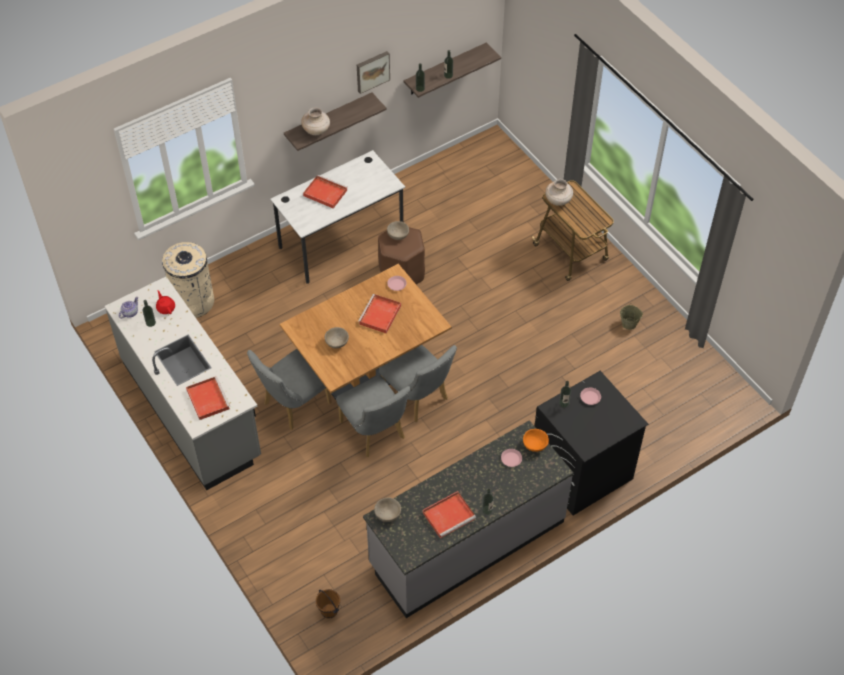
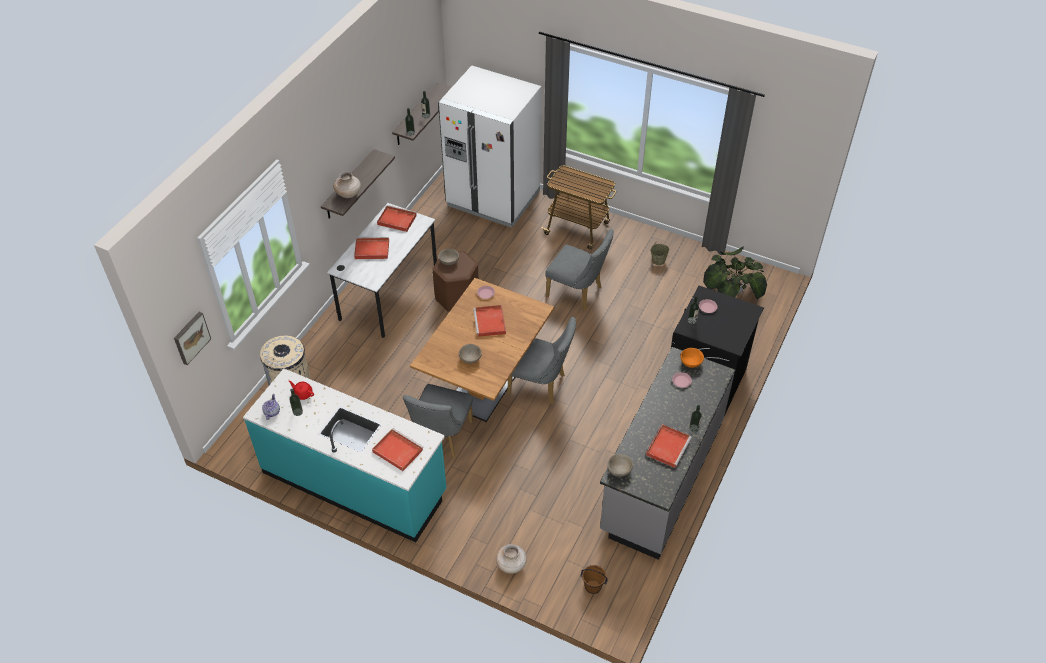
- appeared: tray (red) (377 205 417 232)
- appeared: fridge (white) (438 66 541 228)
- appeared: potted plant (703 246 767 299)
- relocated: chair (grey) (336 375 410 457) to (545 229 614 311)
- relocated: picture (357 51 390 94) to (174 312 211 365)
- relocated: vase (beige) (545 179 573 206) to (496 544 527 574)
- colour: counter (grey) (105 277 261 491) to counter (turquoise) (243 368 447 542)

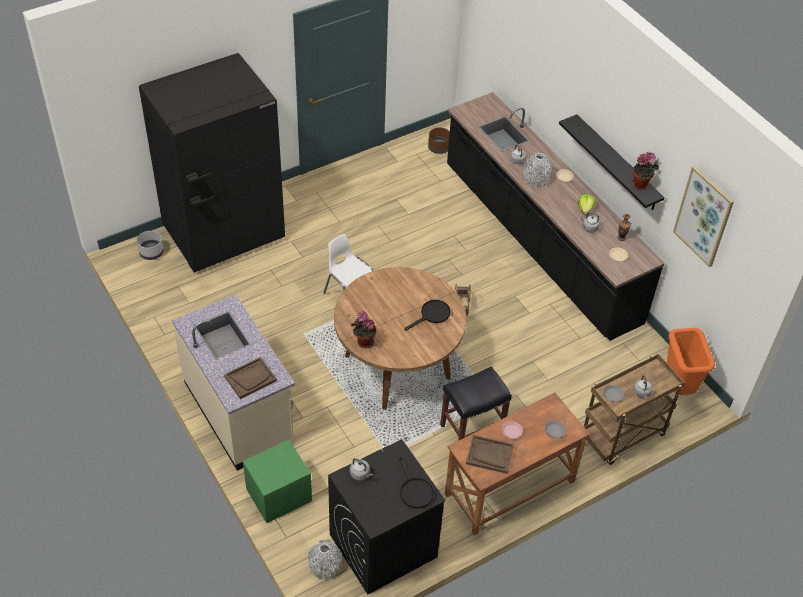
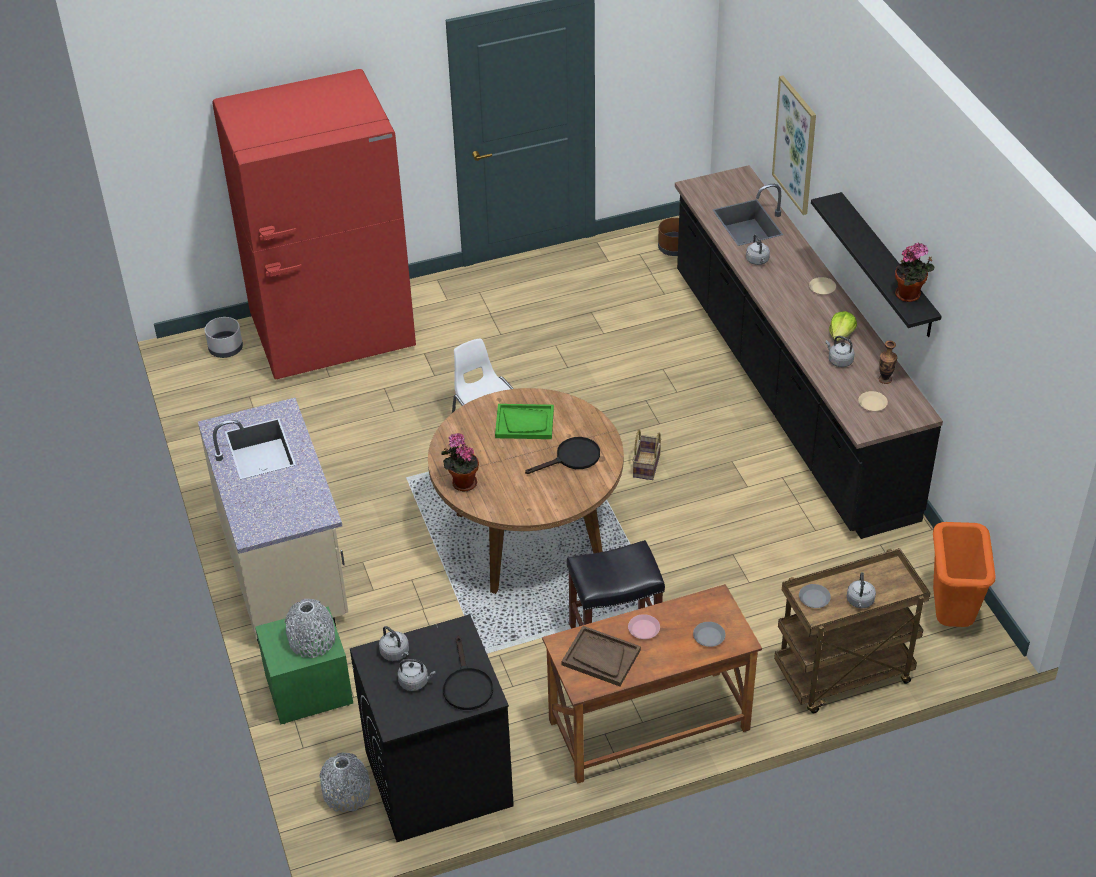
- missing: tray (brown) (224 357 277 399)
- appeared: kettle (grey) (398 659 435 691)
- appeared: tray (green) (495 404 554 439)
- relocated: vase (grey) (523 153 552 187) to (285 599 335 658)
- relocated: picture (673 166 734 267) to (772 75 816 215)
- colour: fridge (black) (139 53 285 272) to fridge (red) (212 69 416 380)

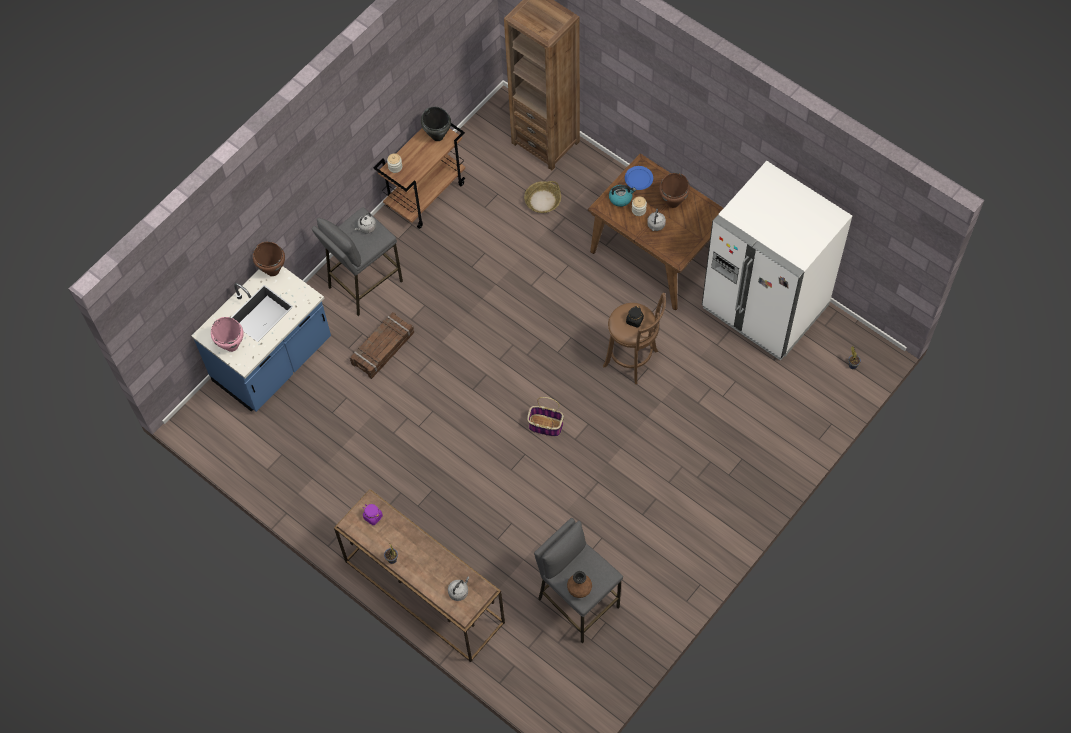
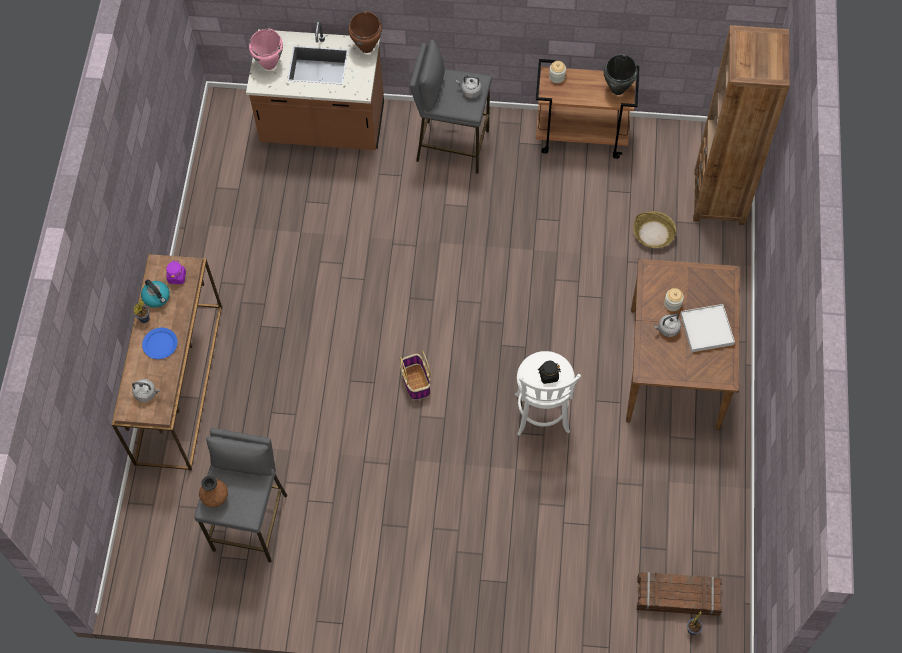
- missing: fridge (white) (702 161 852 361)
- relocated: crate (350 312 414 379) to (637 572 722 616)
- relocated: kettle (609 185 636 207) to (141 279 170 308)
- relocated: plate (blue) (625 166 653 190) to (142 328 178 359)
- exchanged: cooking pot (brown) (659 173 690 208) to tray (white) (680 304 735 352)
- colour: counter (blue) (192 266 331 412) to counter (brown) (246 21 384 150)
- colour: stool (brown) (603 293 666 384) to stool (white) (515 351 581 436)

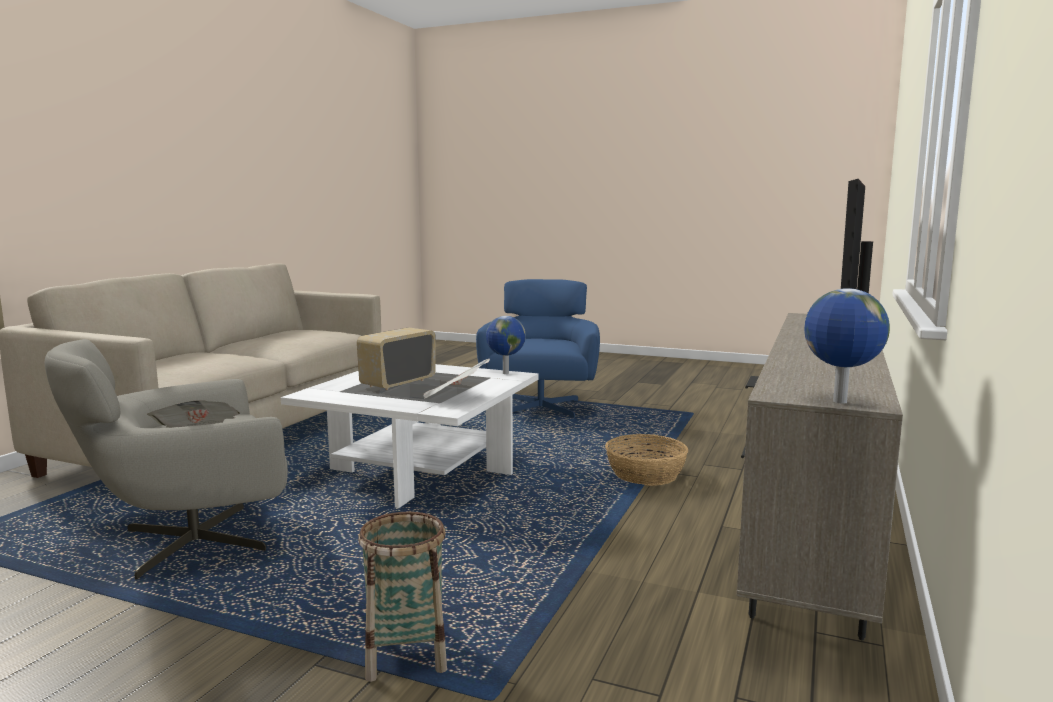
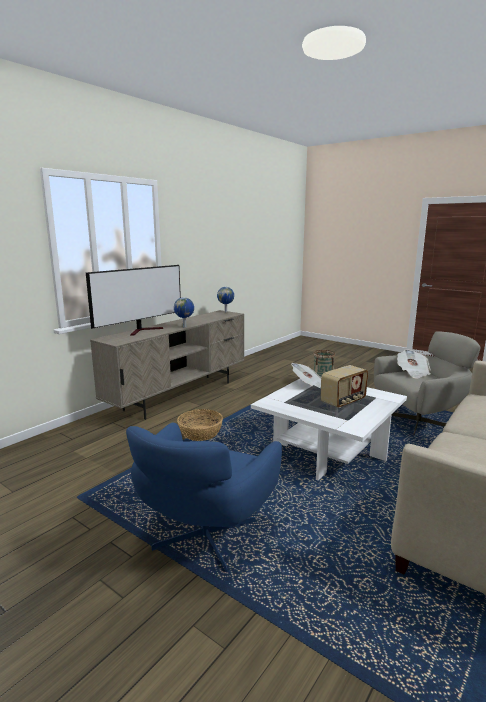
- relocated: globe (486 316 526 374) to (174 297 194 328)

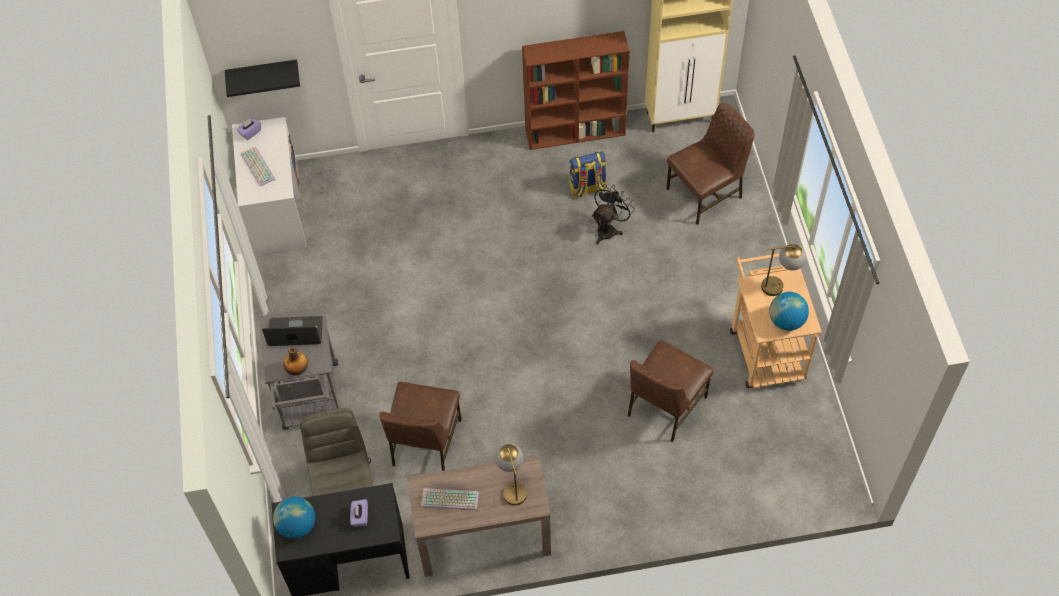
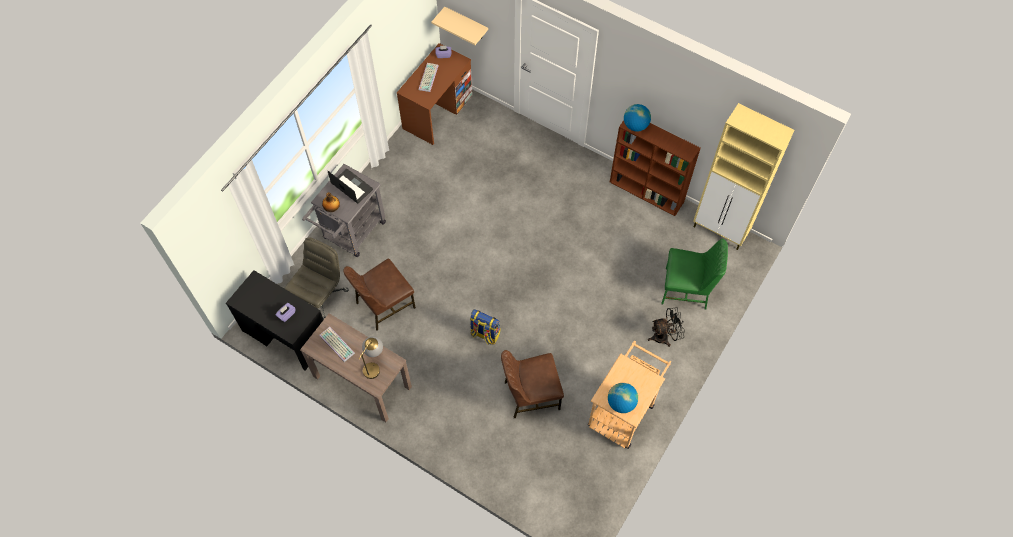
- missing: table lamp (761 244 806 296)
- relocated: globe (273 497 315 539) to (624 104 651 132)
- relocated: backpack (569 151 606 198) to (470 309 501 345)
- relocated: fan (black) (592 184 635 244) to (648 307 685 347)
- colour: shelf (black) (225 59 300 97) to shelf (beige) (431 7 488 45)
- colour: desk (white) (232 117 307 255) to desk (brown) (397 43 472 145)
- colour: chair (brown) (666 103 755 225) to chair (green) (661 239 728 309)

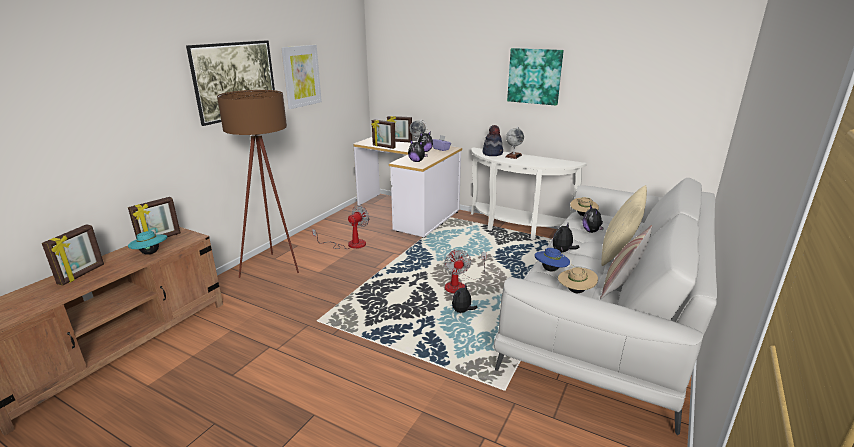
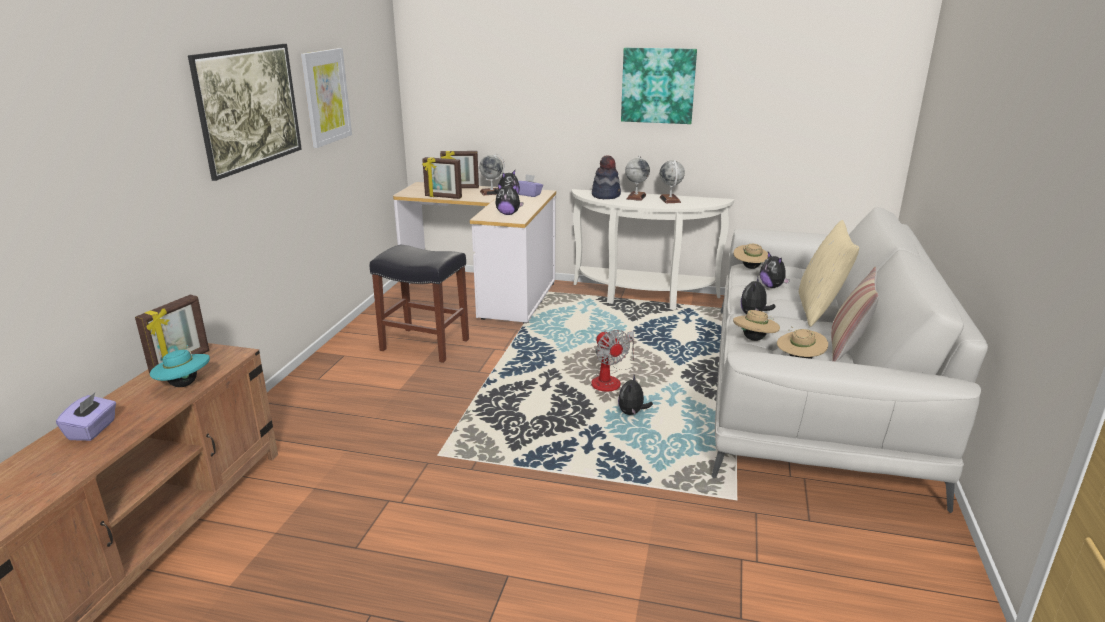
- missing: floor lamp (brown) (217 90 299 278)
- appeared: globe (660 160 685 203)
- exchanged: picture frame (42 225 104 286) to tissue box (purple) (56 393 116 441)
- exchanged: fan (312 205 369 249) to stool (black) (370 245 469 363)
- colour: hat (blue) (535 248 570 272) to hat (beige) (733 310 780 341)

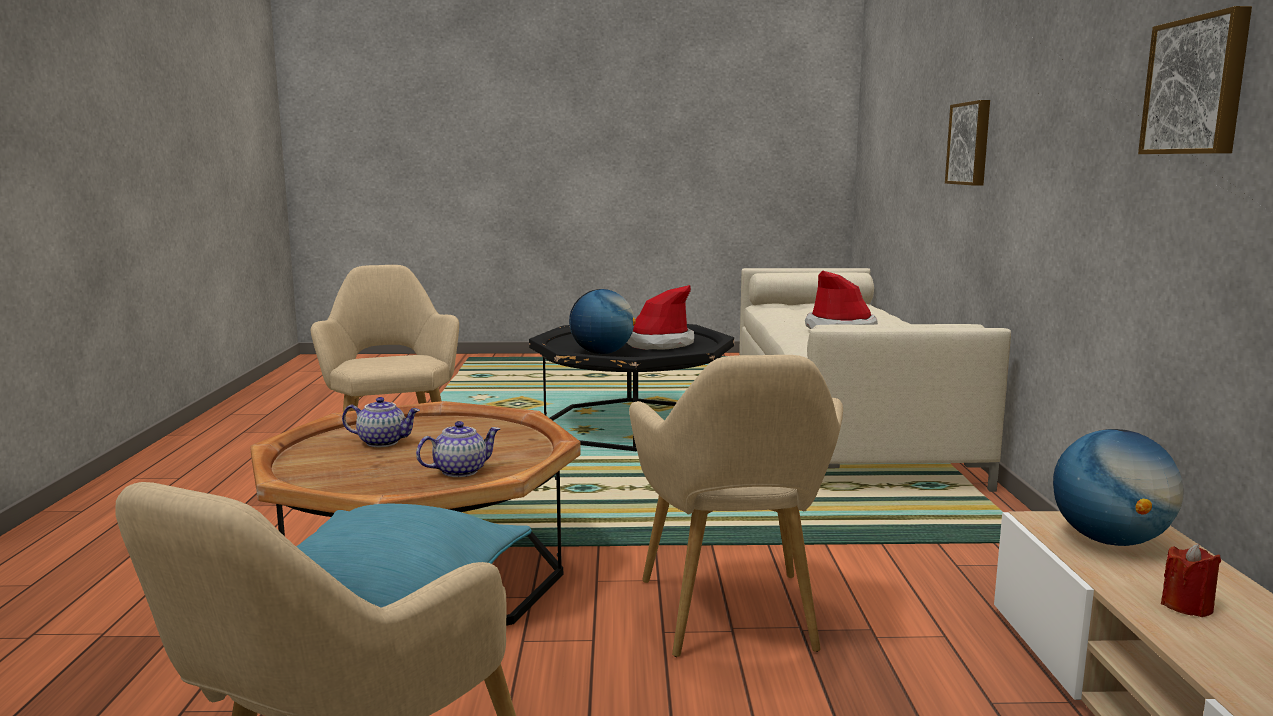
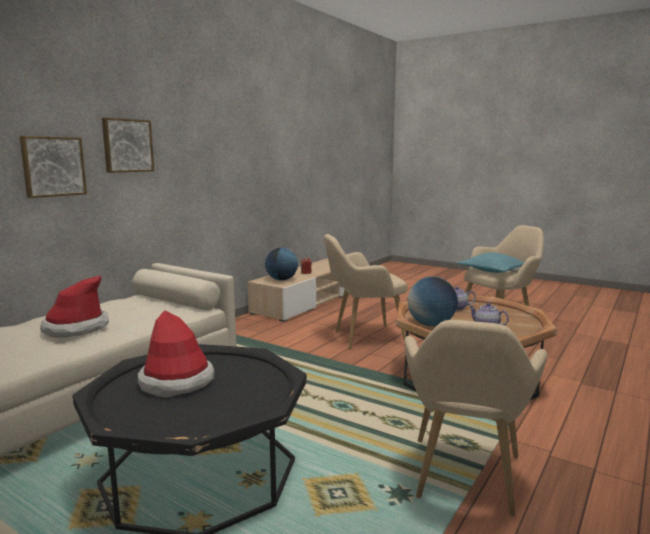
- relocated: globe (569 289 636 354) to (408 277 458 326)
- relocated: picture (1138 6 1252 154) to (102 118 154 173)
- spun: armchair (beige) (629 355 843 657) = (324 234 408 349) 135 degrees counterclockwise

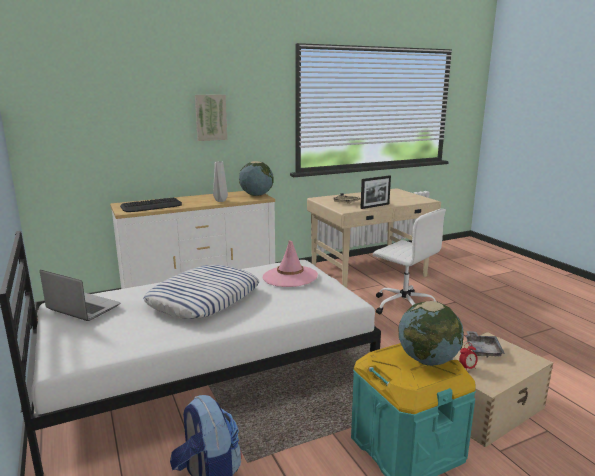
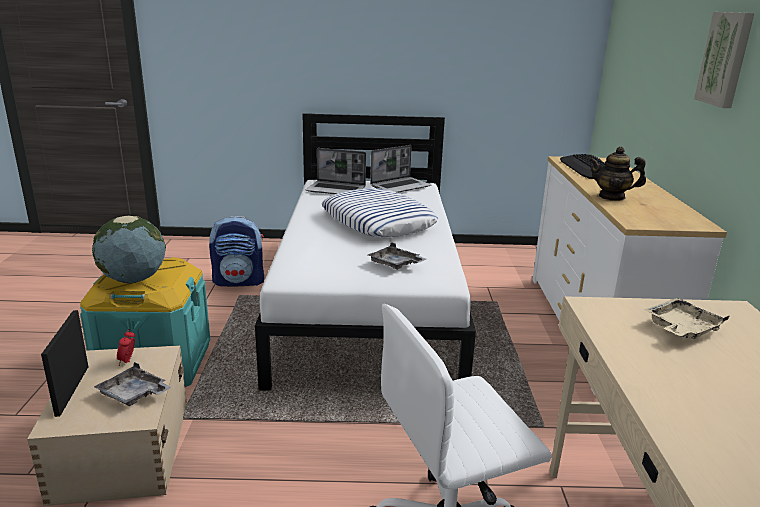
- missing: globe (239 161 274 196)
- appeared: laptop (306 148 366 194)
- relocated: picture frame (360 175 391 209) to (41 310 88 417)
- exchanged: vase (grey) (213 161 228 202) to teapot (589 147 646 201)
- exchanged: hat (pink) (263 241 318 287) to tray (grey) (368 243 426 270)

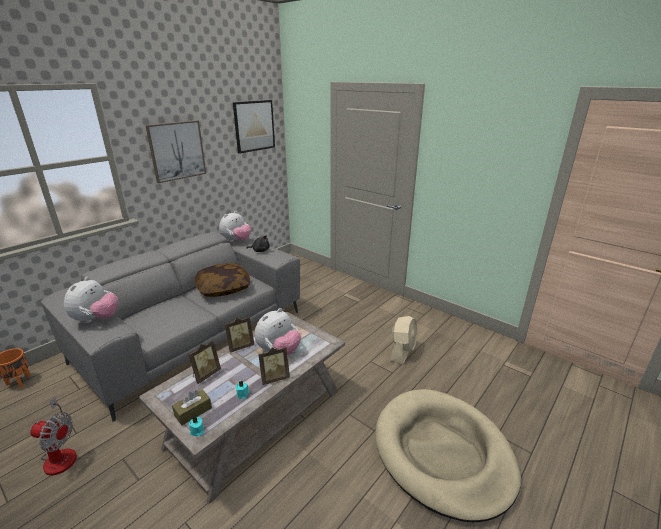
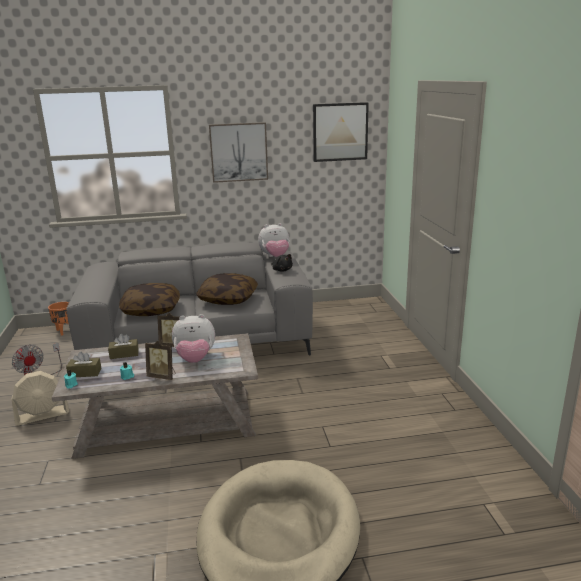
- missing: plush toy (64 277 119 323)
- appeared: pillow (119 283 180 316)
- relocated: fan (beige) (390 316 417 365) to (11 371 69 426)
- exchanged: picture frame (189 340 221 384) to tissue box (brown) (108 334 139 359)

